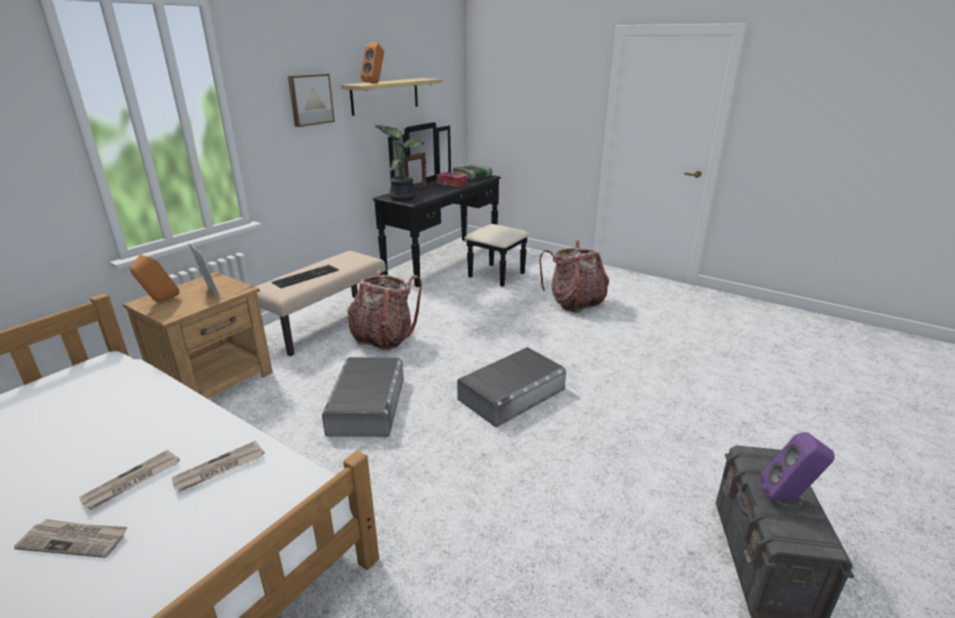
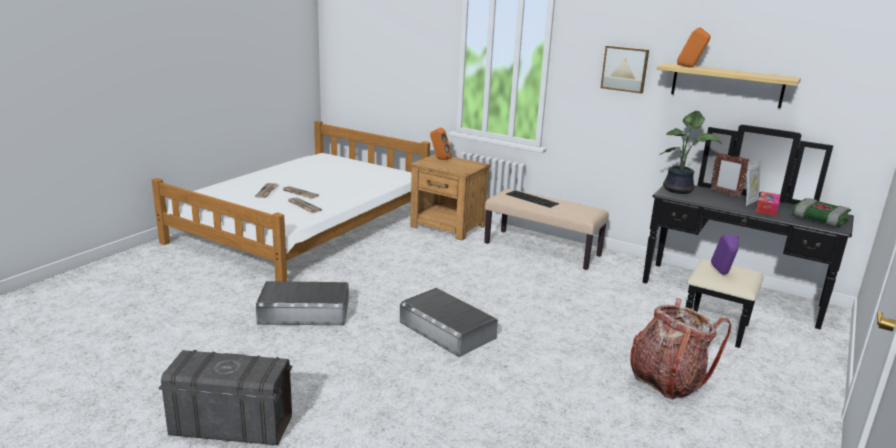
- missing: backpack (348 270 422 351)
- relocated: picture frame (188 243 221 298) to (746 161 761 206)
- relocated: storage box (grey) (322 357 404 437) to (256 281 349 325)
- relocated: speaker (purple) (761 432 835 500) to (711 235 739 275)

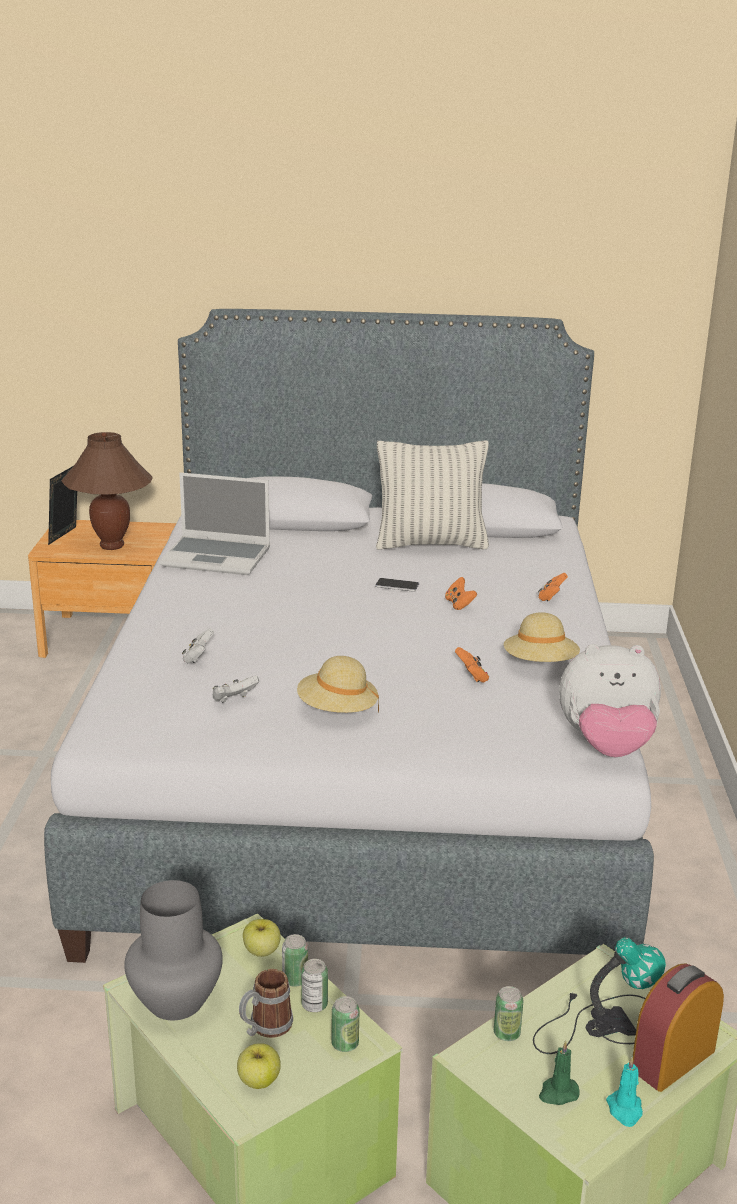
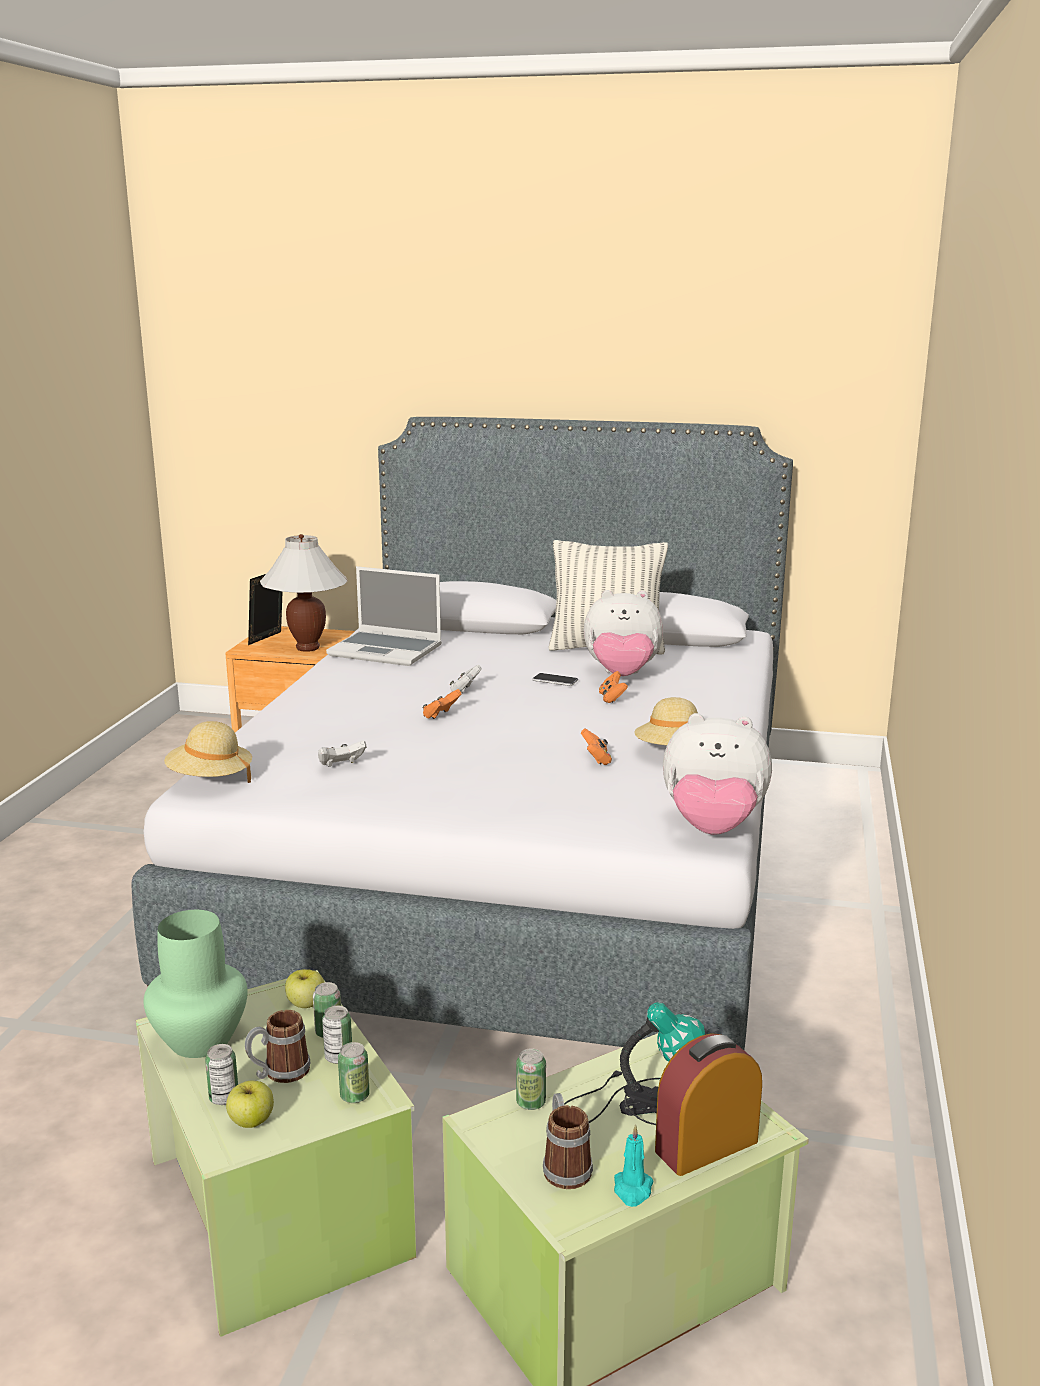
- appeared: can (205 1044 238 1105)
- appeared: plush toy (584 590 663 676)
- relocated: game controller (white) (182 628 214 663) to (450 665 482 693)
- relocated: hat (beige) (297 656 379 713) to (164 721 252 783)
- relocated: game controller (orange) (538 573 568 601) to (423 689 461 719)
- exchanged: candle (green) (539 1040 580 1105) to mug (543 1093 593 1189)
- colour: table lamp (brown) (61 432 153 550) to table lamp (white) (260 534 348 652)
- colour: vase (grey) (124 880 223 1021) to vase (green) (143 910 248 1058)

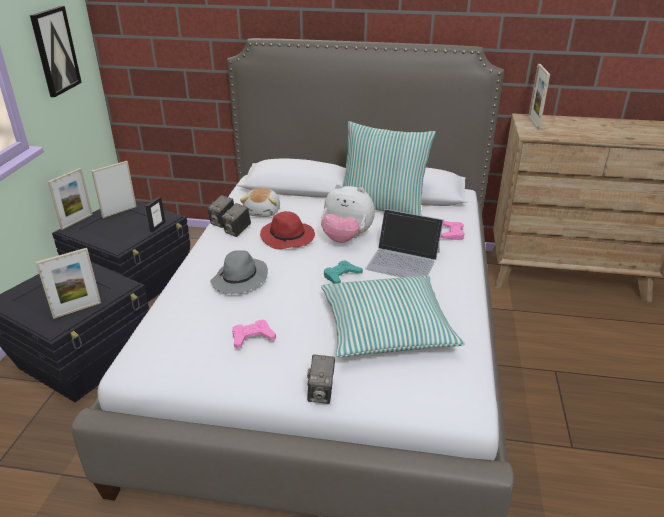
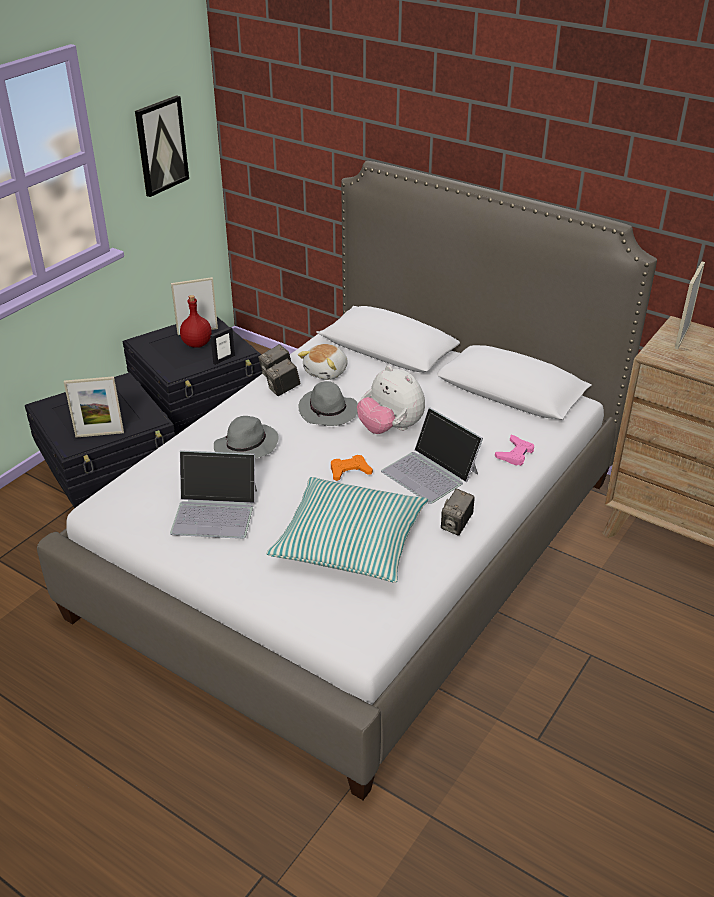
- missing: picture frame (48 168 93 230)
- missing: pillow (343 121 436 216)
- appeared: bottle (red) (180 295 212 348)
- relocated: photo camera (307 354 335 404) to (441 488 475 536)
- exchanged: game controller (pink) (232 320 276 348) to laptop (170 450 257 539)
- colour: hat (red) (260 211 315 249) to hat (grey) (298 381 358 426)
- colour: game controller (turquoise) (324 260 363 284) to game controller (orange) (331 455 373 481)

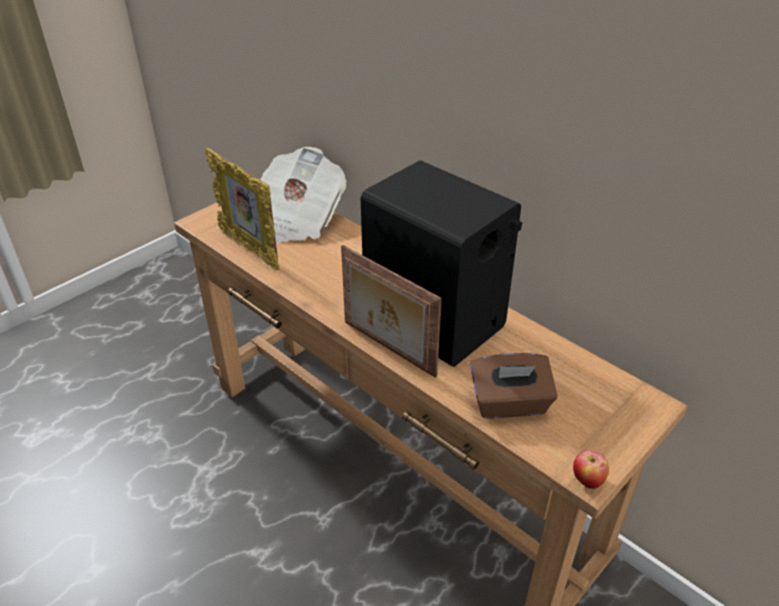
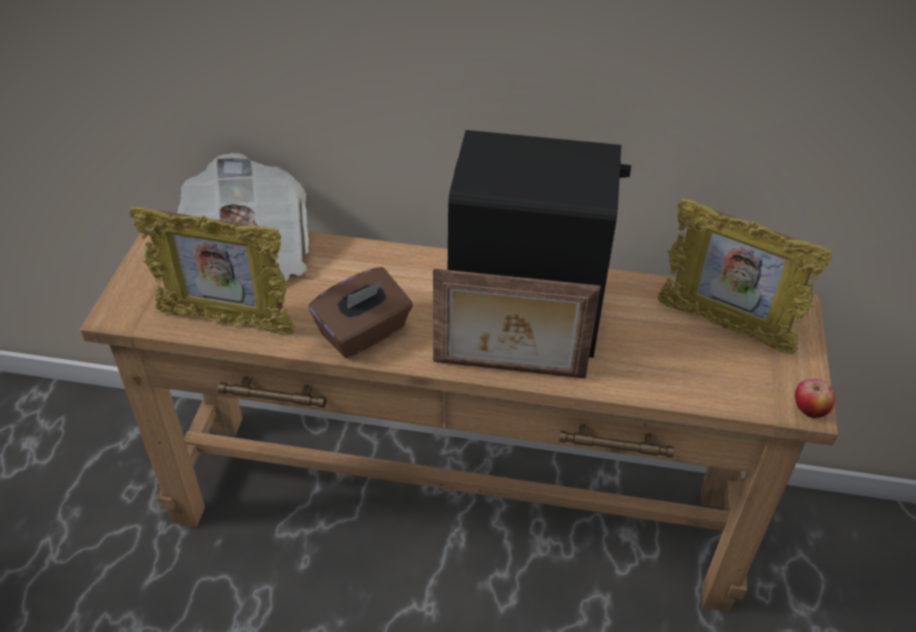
- appeared: picture frame (658 198 832 355)
- relocated: tissue box (brown) (470 353 558 419) to (309 267 413 358)

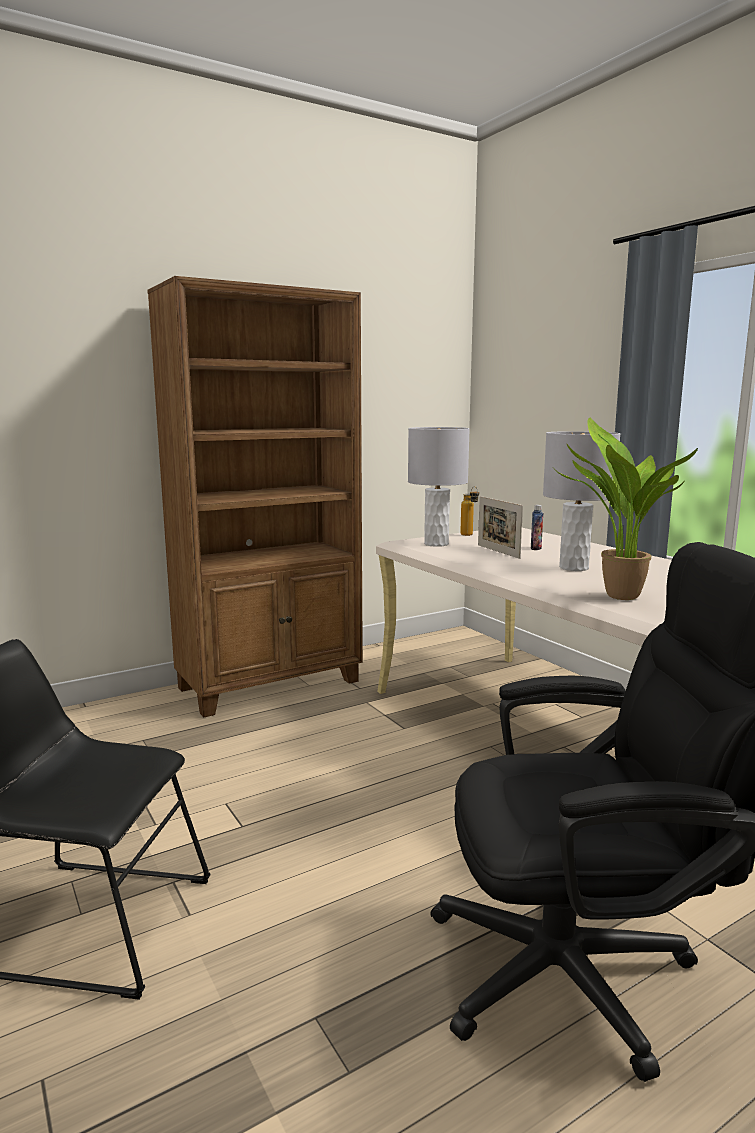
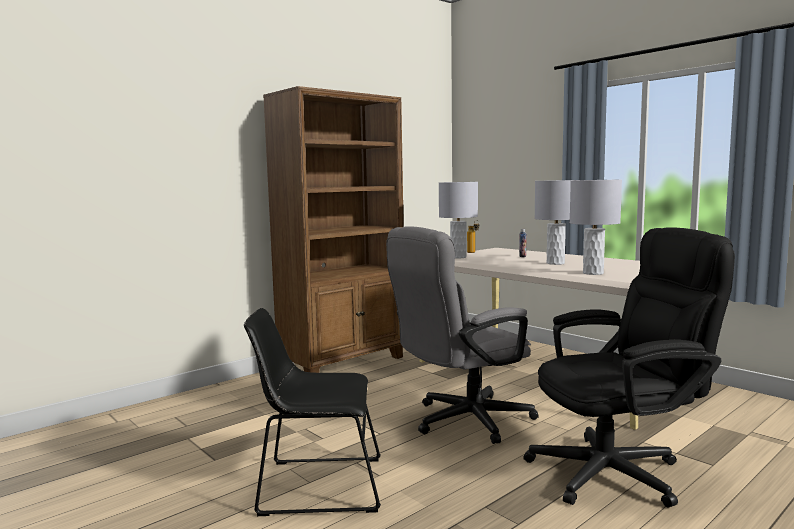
- missing: picture frame (478 496 523 559)
- appeared: office chair (grey) (386 227 539 444)
- exchanged: potted plant (555 418 698 600) to table lamp (grey) (570 180 622 275)

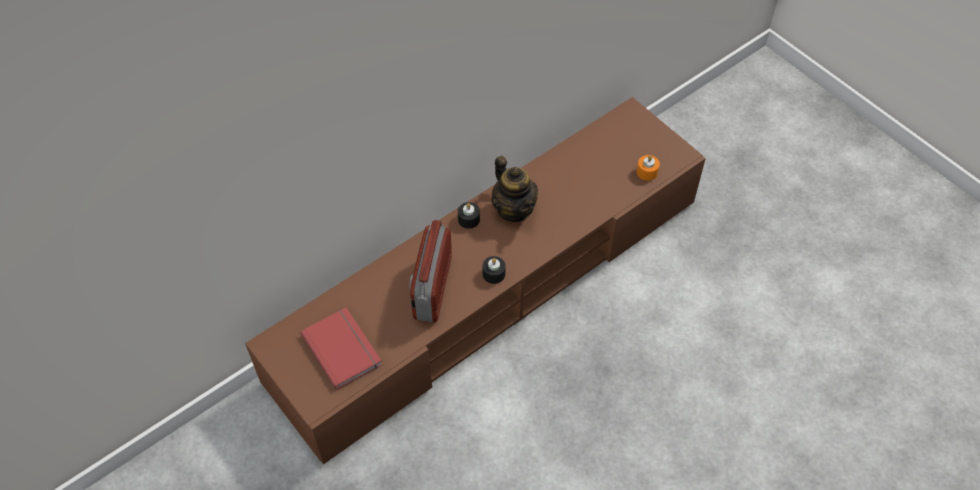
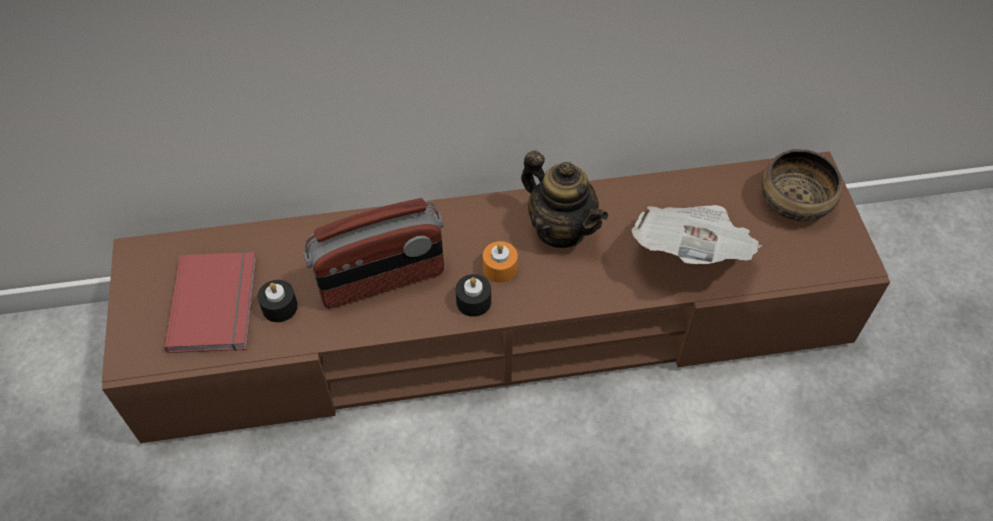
- appeared: newspaper (631 205 762 264)
- appeared: bowl (761 149 842 221)
- relocated: candle (black) (458 202 480 229) to (258 280 298 322)
- relocated: candle (orange) (637 155 660 181) to (483 241 518 283)
- spun: radio (409 219 452 322) = (303 198 444 309) 150 degrees counterclockwise
- spun: teapot (491 156 538 222) = (521 150 608 248) 45 degrees counterclockwise

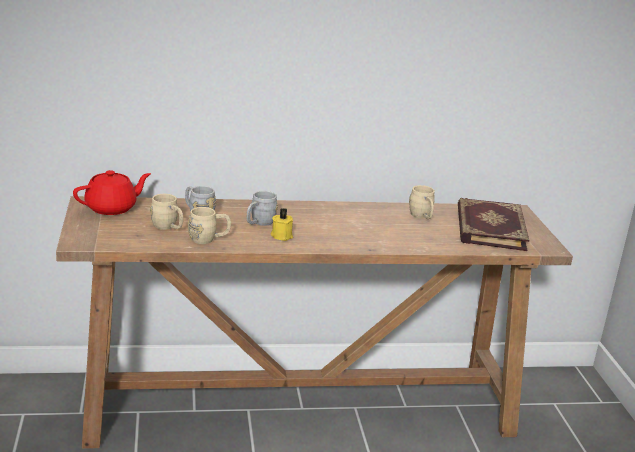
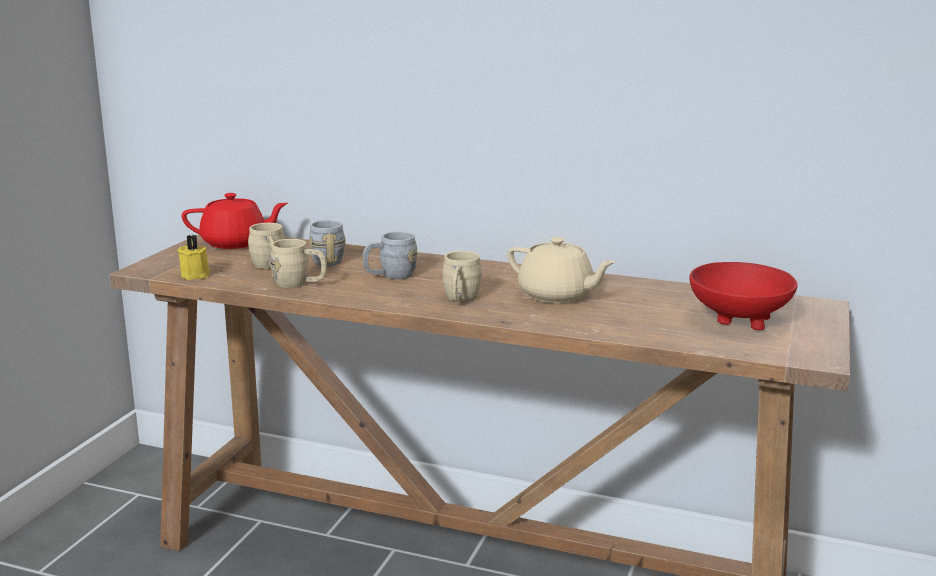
- appeared: teapot (beige) (507 237 616 303)
- relocated: candle (yellow) (271 208 293 241) to (177 235 210 280)
- relocated: mug (beige) (409 185 435 219) to (442 251 482 302)
- exchanged: book (458 198 529 251) to bowl (red) (689 262 798 330)

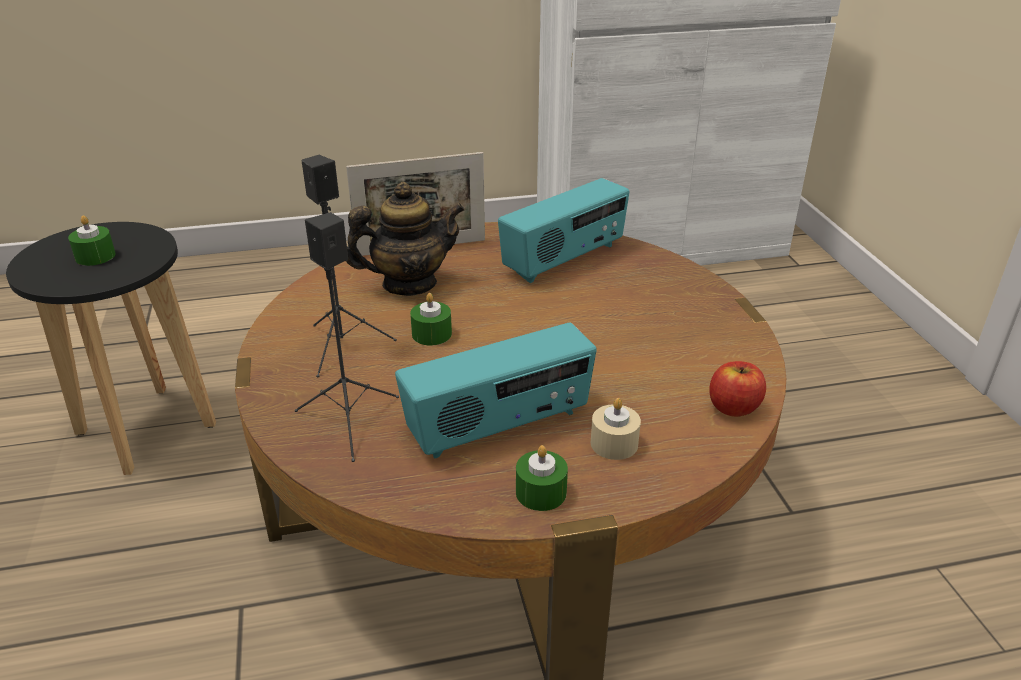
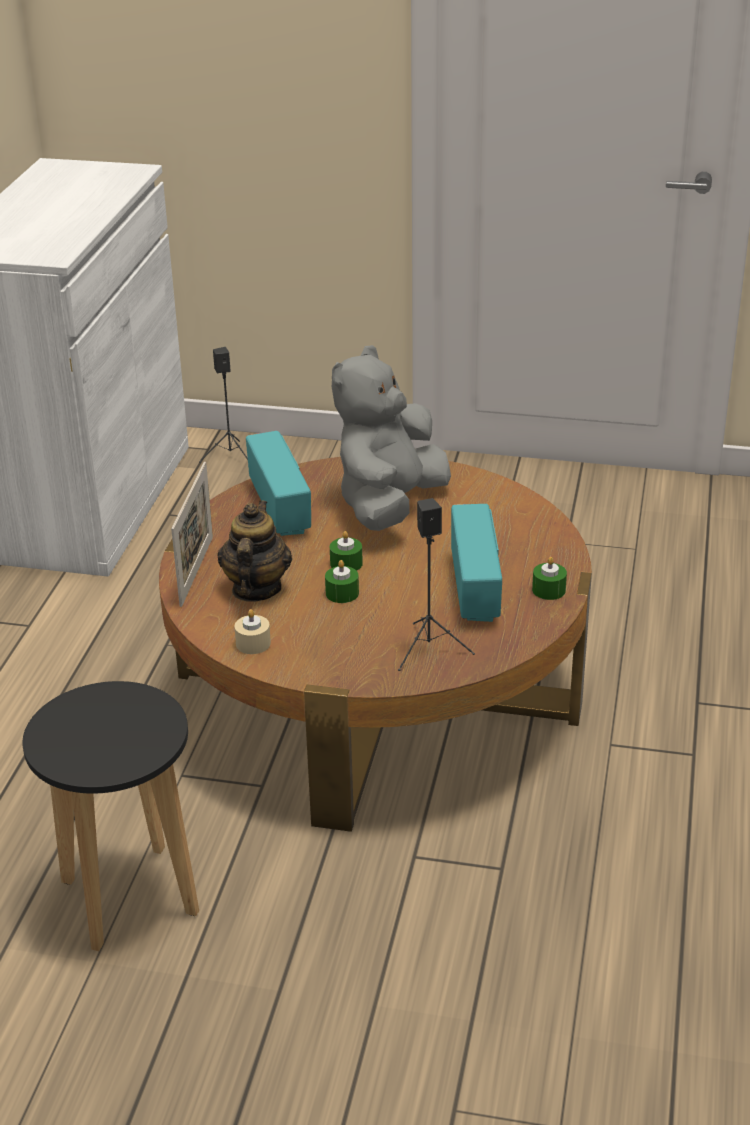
- missing: apple (709 361 766 417)
- appeared: plush toy (grey) (332 345 451 531)
- relocated: candle (green) (68 215 116 266) to (330 531 363 571)
- relocated: speaker (black) (301 155 397 377) to (199 347 248 463)
- relocated: candle (beige) (591 398 641 460) to (234 609 271 654)

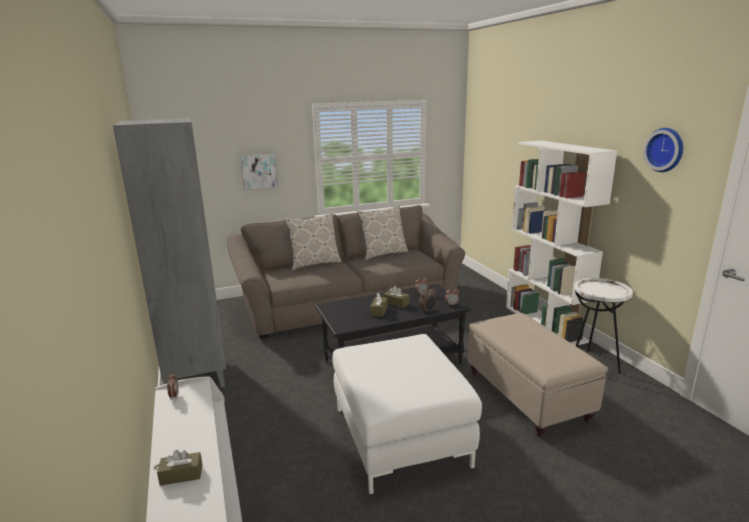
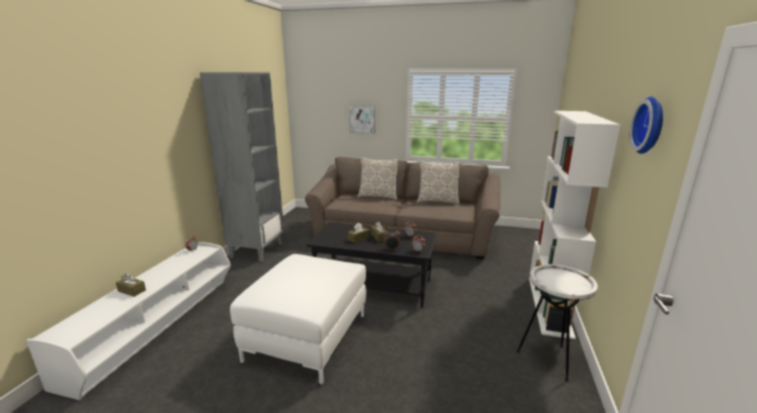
- missing: ottoman (beige) (468 313 608 437)

